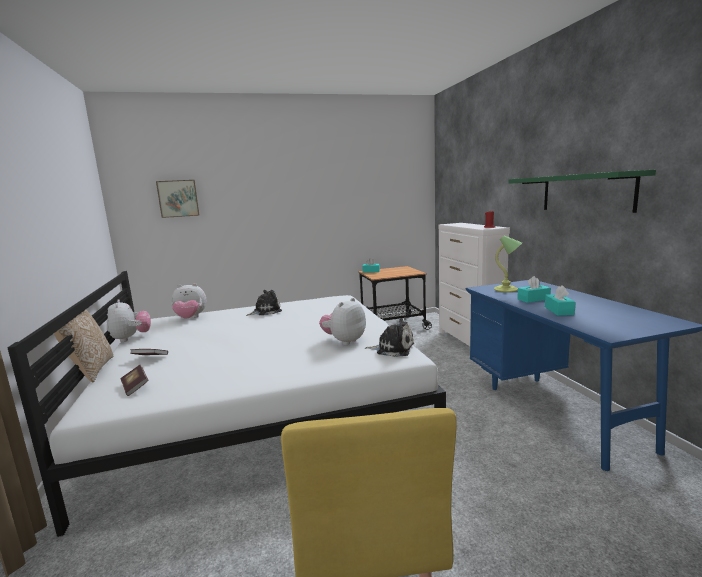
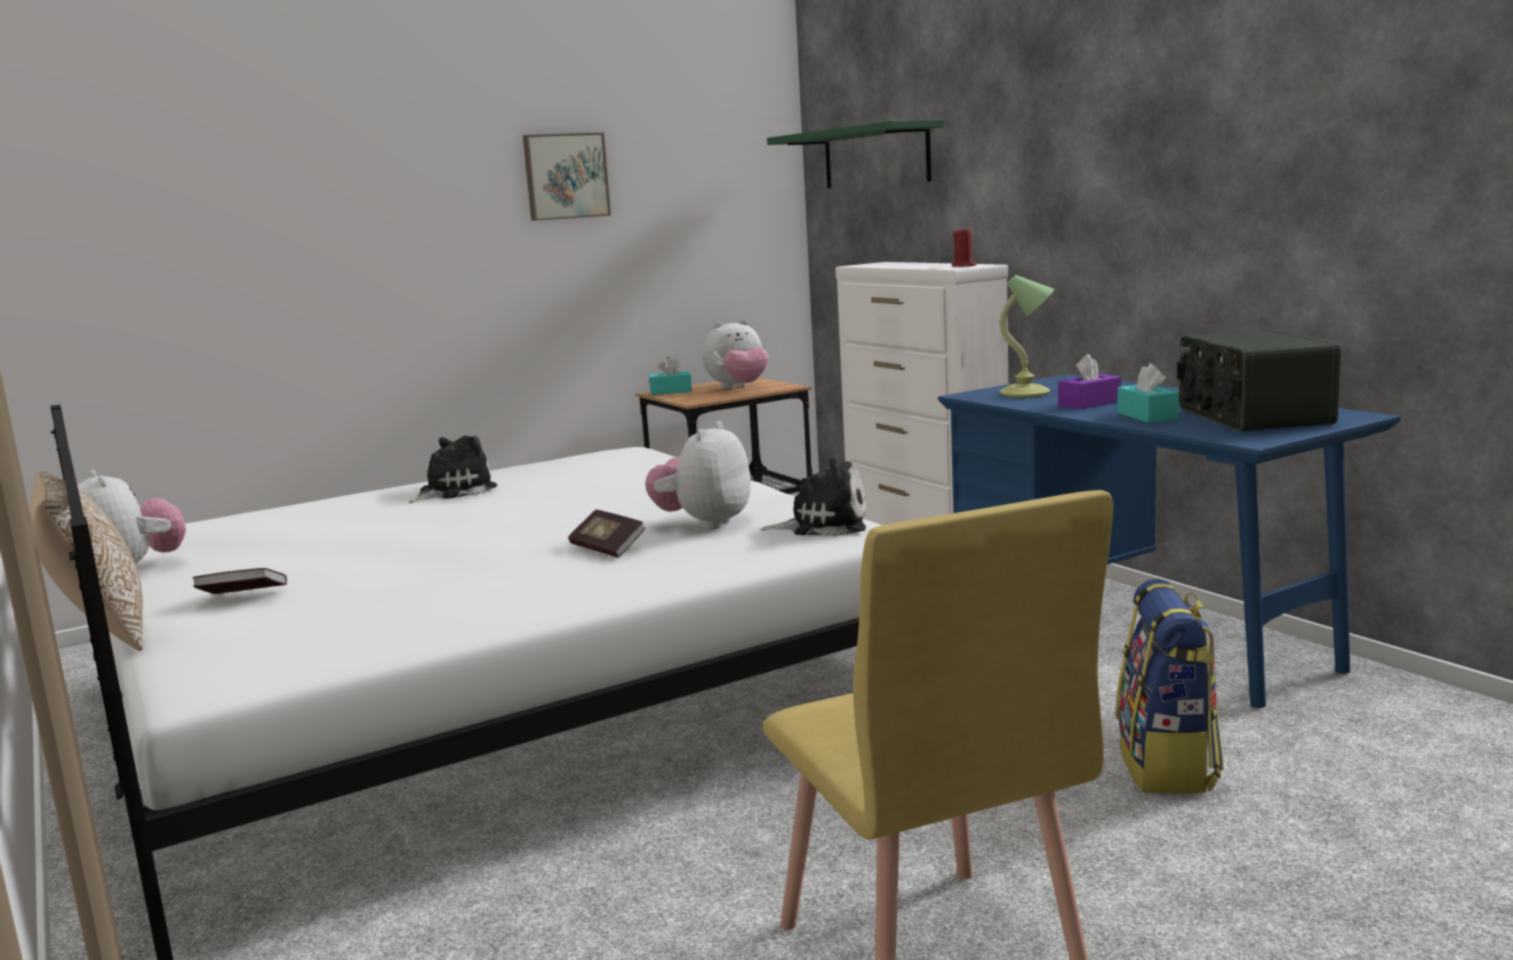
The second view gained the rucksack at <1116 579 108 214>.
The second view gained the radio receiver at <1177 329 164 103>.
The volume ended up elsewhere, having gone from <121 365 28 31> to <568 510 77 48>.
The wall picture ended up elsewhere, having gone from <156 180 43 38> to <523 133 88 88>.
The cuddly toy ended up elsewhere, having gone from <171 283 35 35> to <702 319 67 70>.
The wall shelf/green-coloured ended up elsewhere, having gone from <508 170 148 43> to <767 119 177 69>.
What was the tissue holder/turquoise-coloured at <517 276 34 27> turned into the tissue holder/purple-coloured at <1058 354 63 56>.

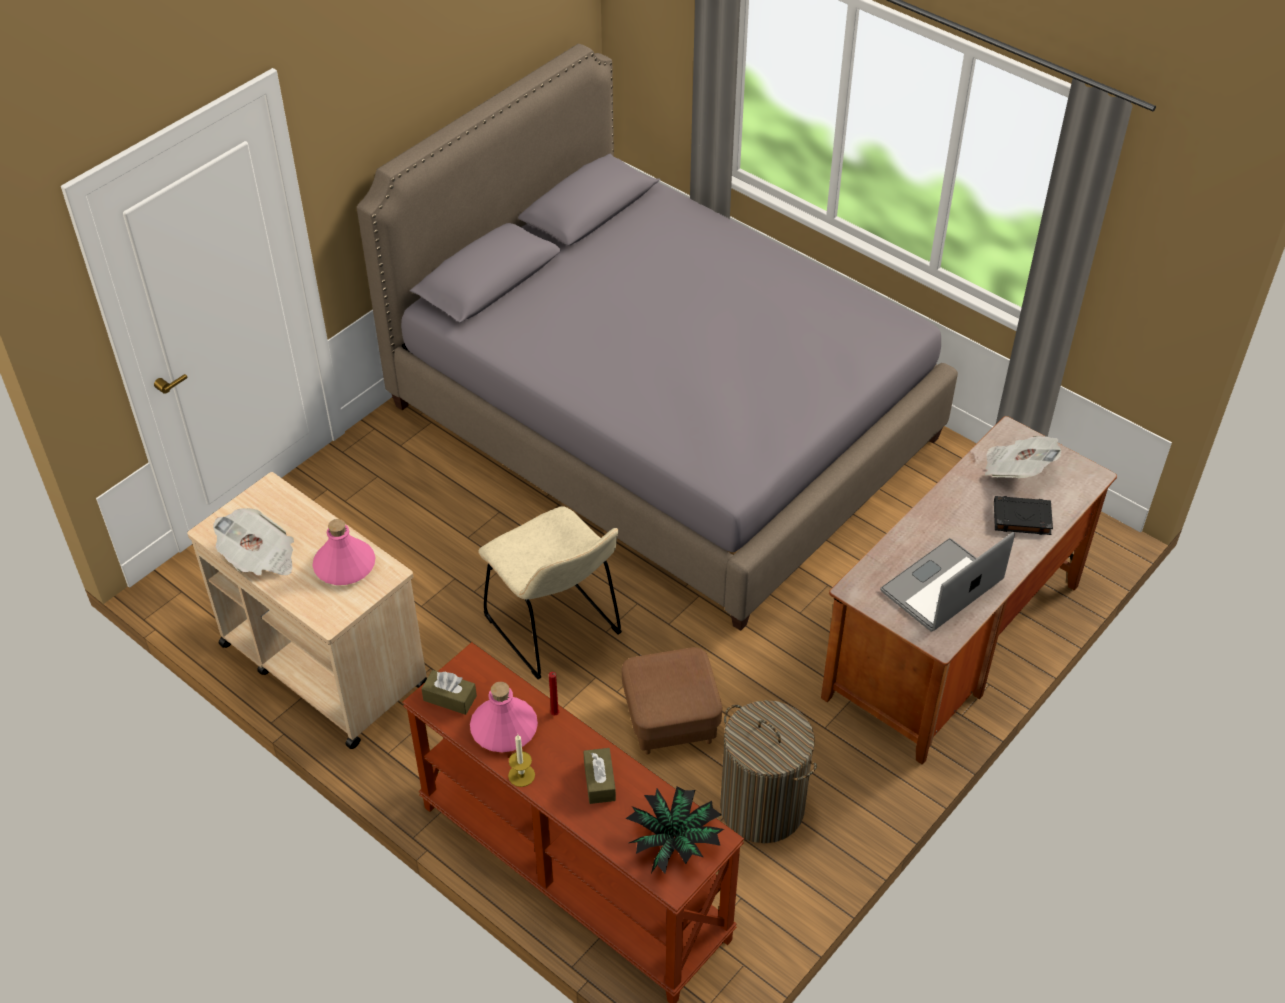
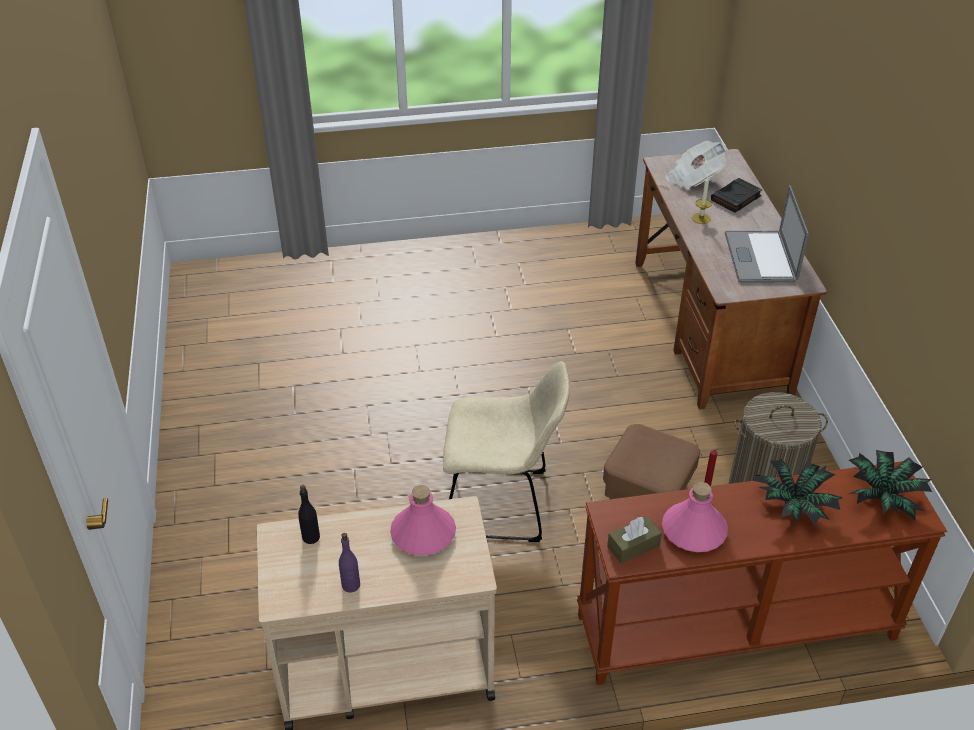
The second view lost the sleeping bed/greyish at <357 44 601 587>.
The second view gained the bottle/blackish at <298 485 22 59>.
The candle ended up elsewhere, having gone from <508 734 27 53> to <692 177 20 47>.
Where the printed paper stood at <213 508 81 68>, the bottle/purple-coloured came to stand at <339 533 21 59>.
Where the tissue holder/brown stood at <583 748 33 56>, the houseplant came to stand at <753 459 90 66>.

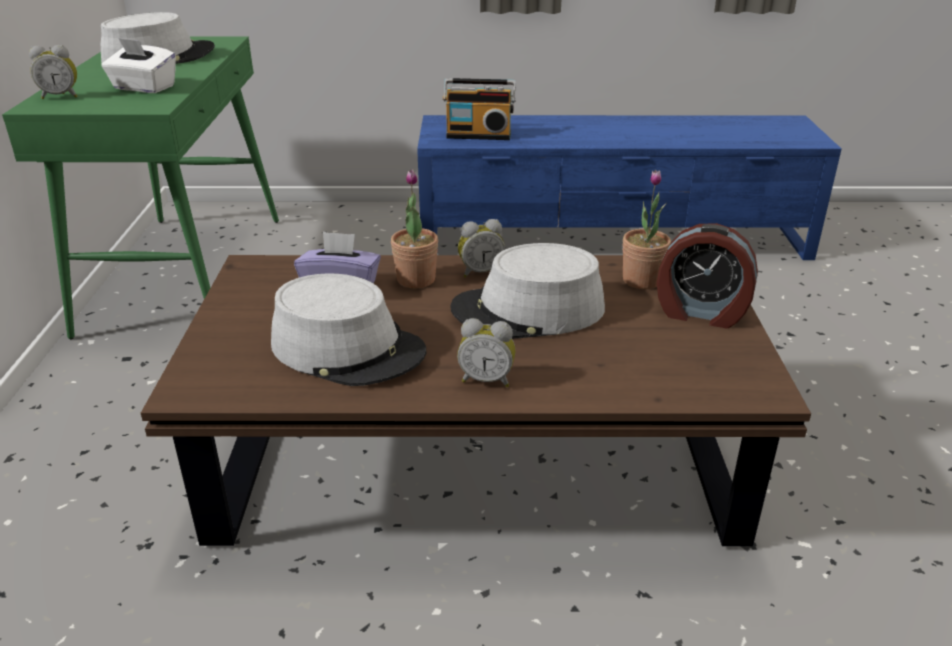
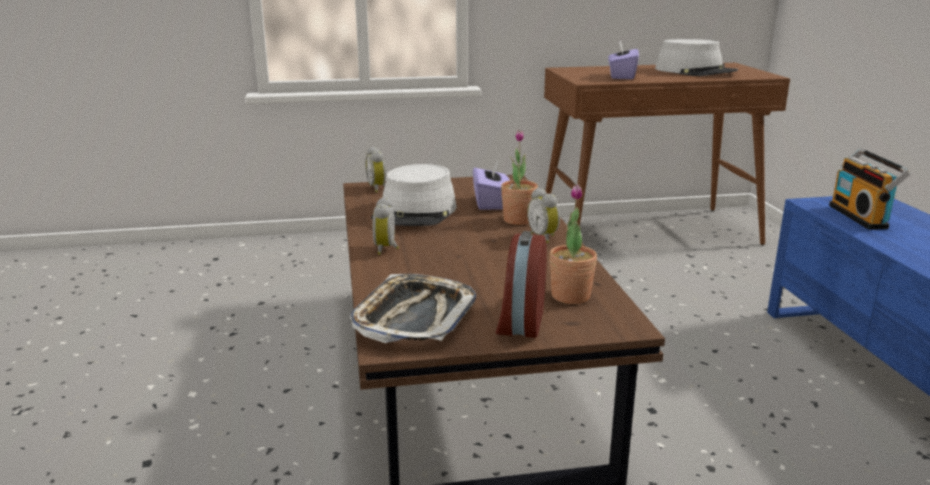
The second view lost the clothing hat/greyish at <450 243 155 96>.
The second view gained the carrying tray at <350 274 126 69>.
The bedside clock ended up elsewhere, having gone from <29 45 49 54> to <366 146 20 46>.
What was the hall table/green-coloured at <2 37 277 302> turned into the hall table/brown at <544 63 246 182>.
What was the tissue holder/whitish at <101 38 75 55> turned into the tissue holder/purple-coloured at <608 40 31 39>.

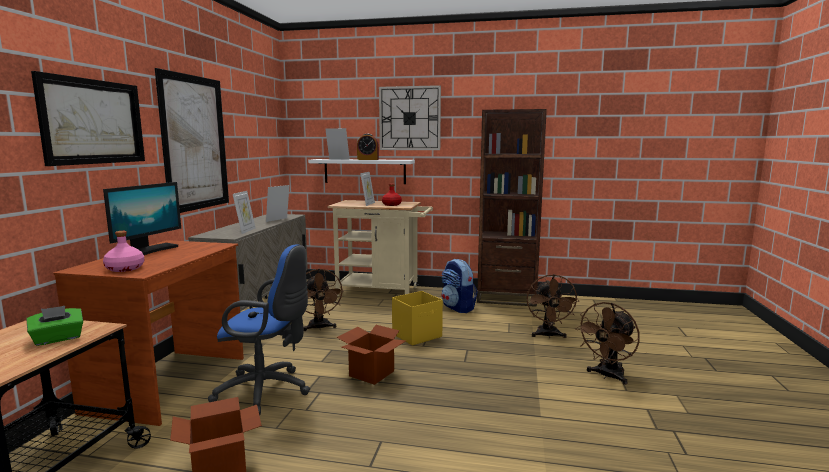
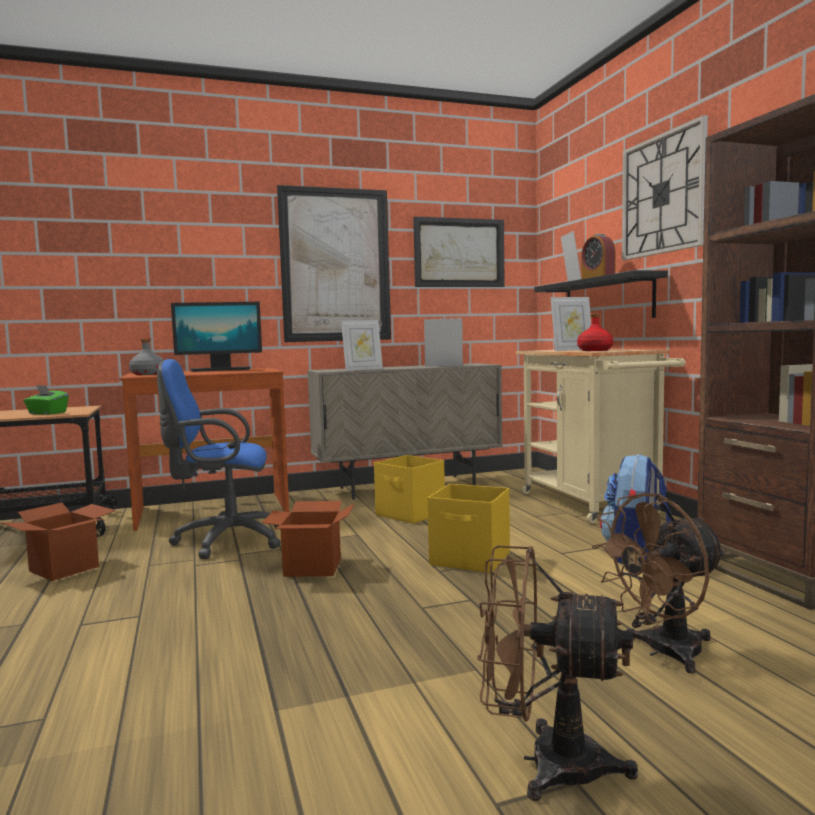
The wall picture ended up elsewhere, having gone from <31 71 114 95> to <413 217 92 70>.
Where the electric fan/brown stood at <303 269 41 62>, the storage bin/yellow came to stand at <374 455 71 69>.
What was the bottle/pinkish at <103 231 42 41> turned into the bottle/greyish at <129 338 35 37>.
What was the wall shelf/whitish at <308 159 107 25> turned into the wall shelf/blackish at <534 270 134 48>.
The office chair/bluish at <208 244 102 171> ended up facing another way, 105 degrees clockwise from before.

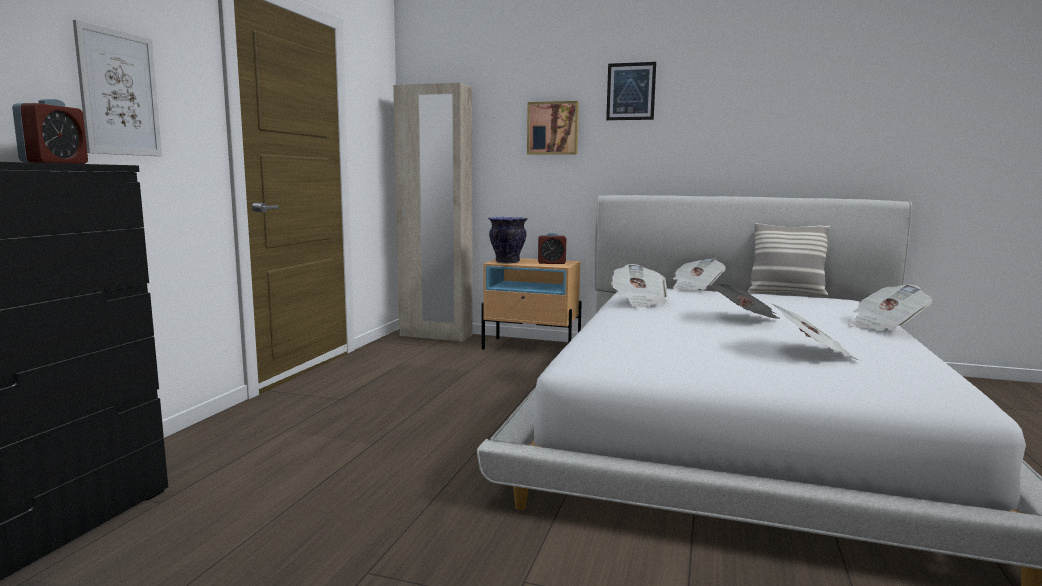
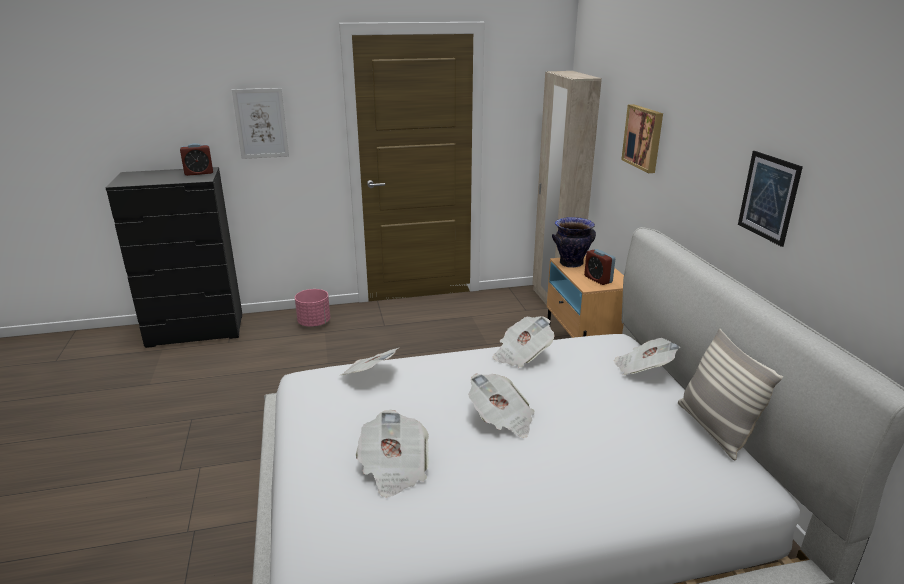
The second view gained the plant pot/pinkish at <295 289 35 38>.
The wall picture ended up elsewhere, having gone from <606 62 50 58> to <738 151 65 96>.
The printed paper ended up elsewhere, having gone from <849 284 83 46> to <341 348 58 27>.

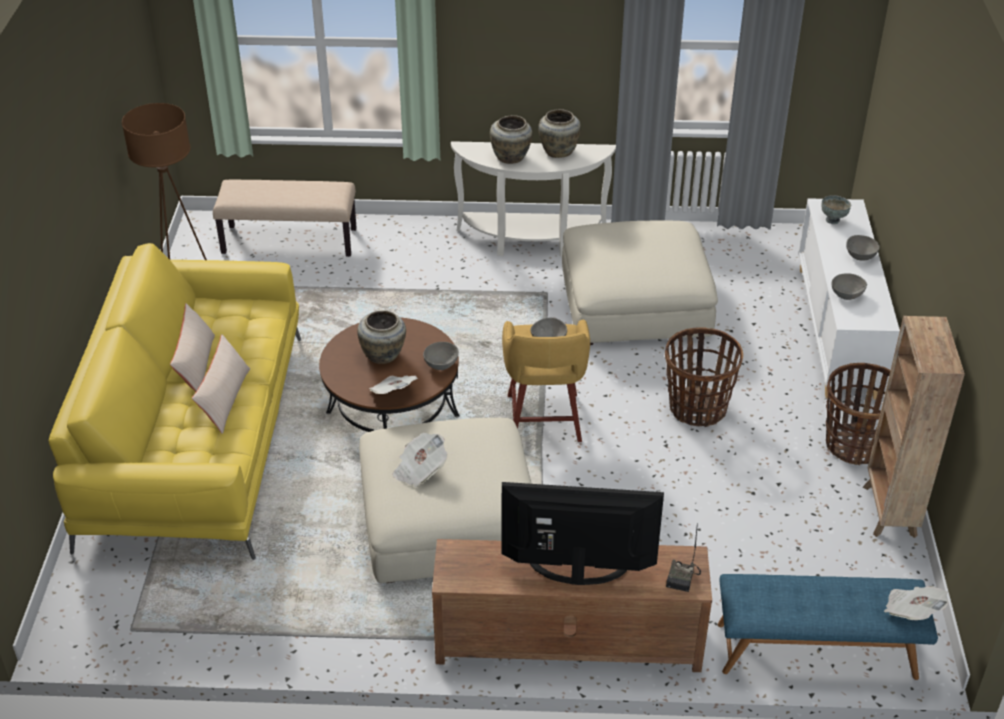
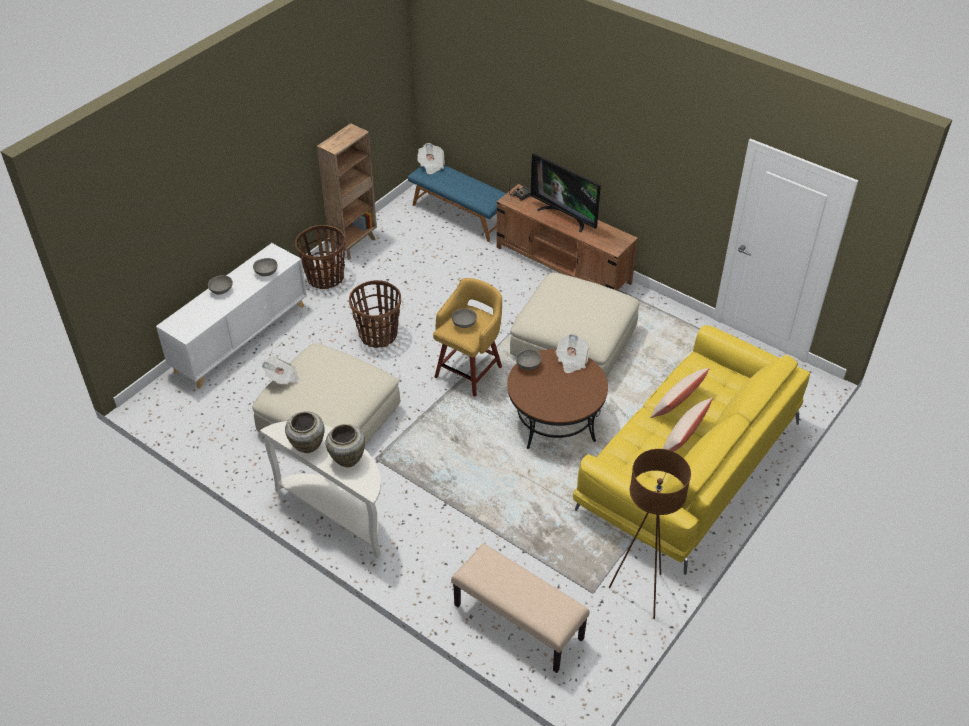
The second view lost the decorative vase/beige-coloured at <357 311 49 53>.
The second view lost the bowl/greyish at <821 195 30 29>.
The printed paper ended up elsewhere, having gone from <392 433 55 54> to <261 357 39 28>.

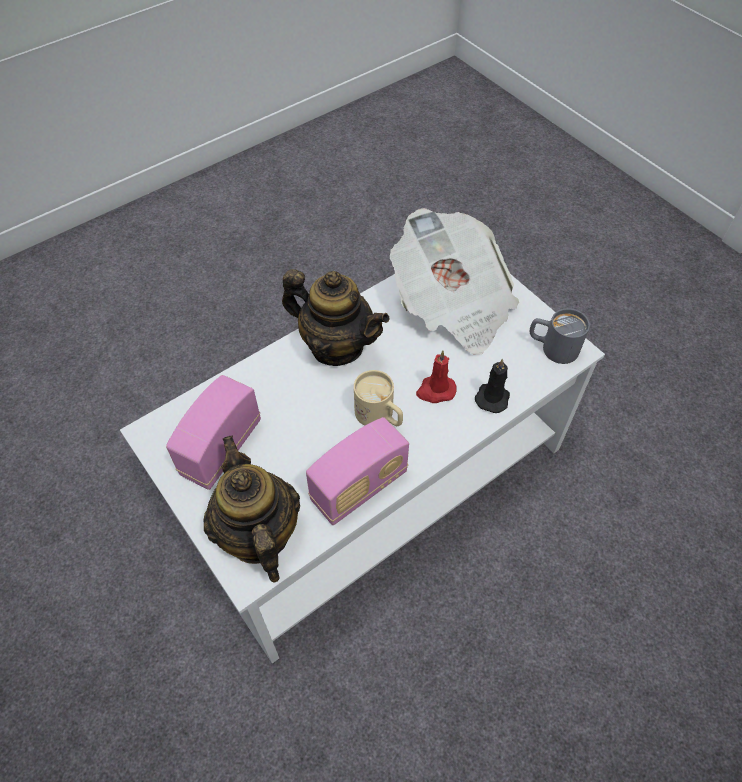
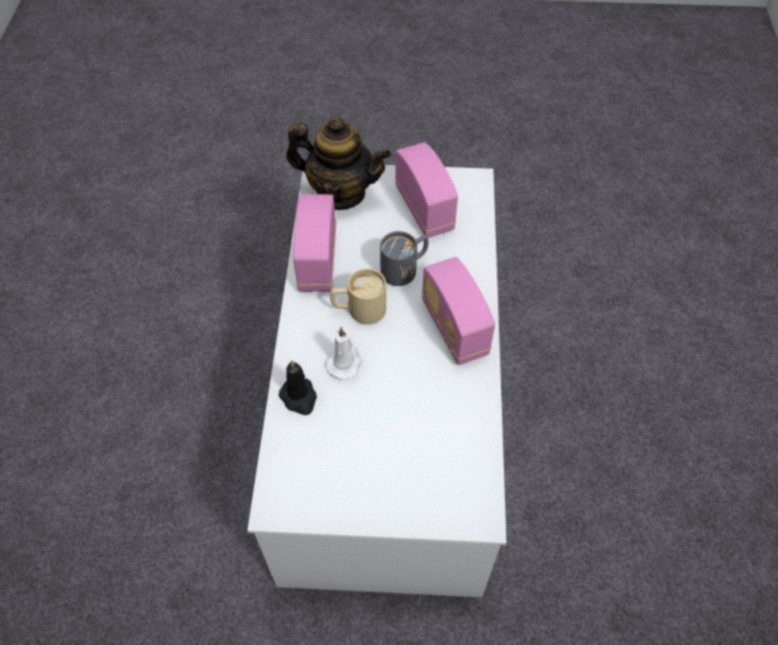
The second view lost the printed paper at <390 208 129 147>.
The mug/greyish ended up elsewhere, having gone from <530 308 60 56> to <380 231 49 55>.
Where the teapot stood at <282 269 107 97>, the radio receiver came to stand at <422 257 73 108>.
What was the candle/red at <416 350 41 53> turned into the candle/whitish at <325 327 37 53>.

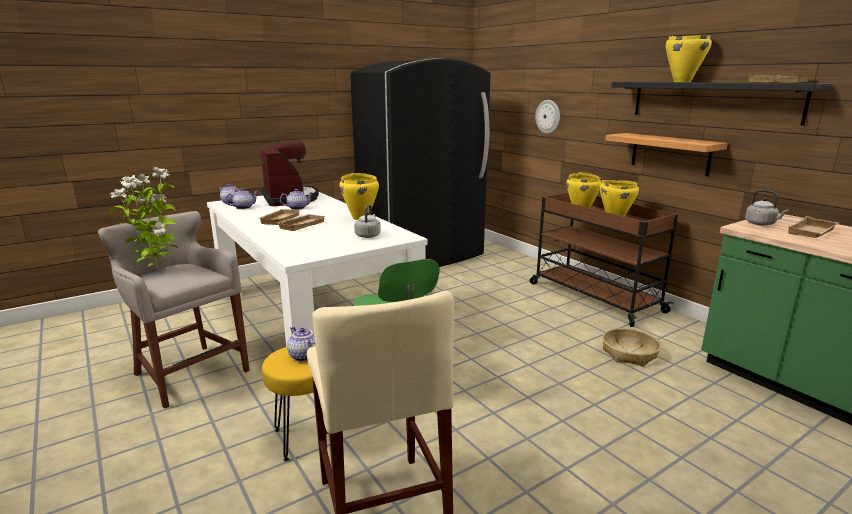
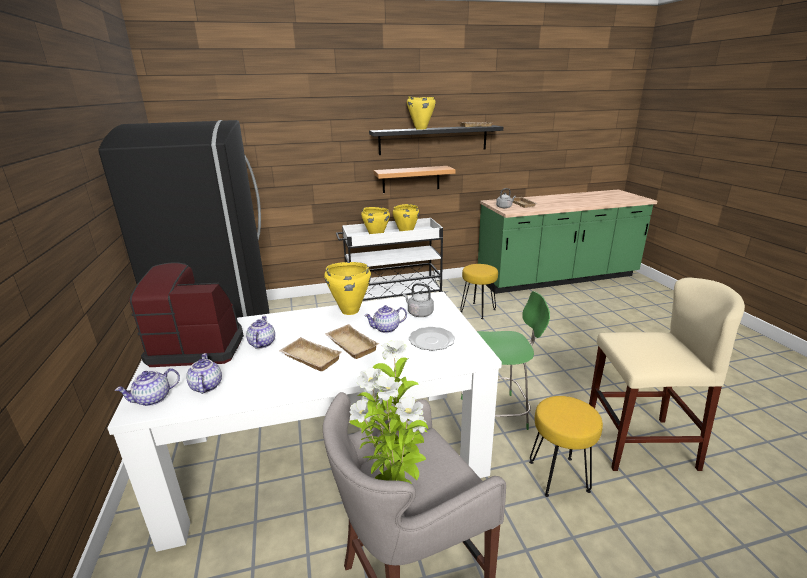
The second view lost the clock on the wall at <535 100 25 34>.
The second view gained the plate at <409 327 46 24>.
The teapot ended up elsewhere, having gone from <287 326 28 36> to <364 305 43 28>.
Where the basket stood at <603 328 58 39>, the stool/yellow came to stand at <460 264 38 55>.
What was the cart/brown at <530 192 148 135> turned into the cart/whitish at <336 218 112 83>.

